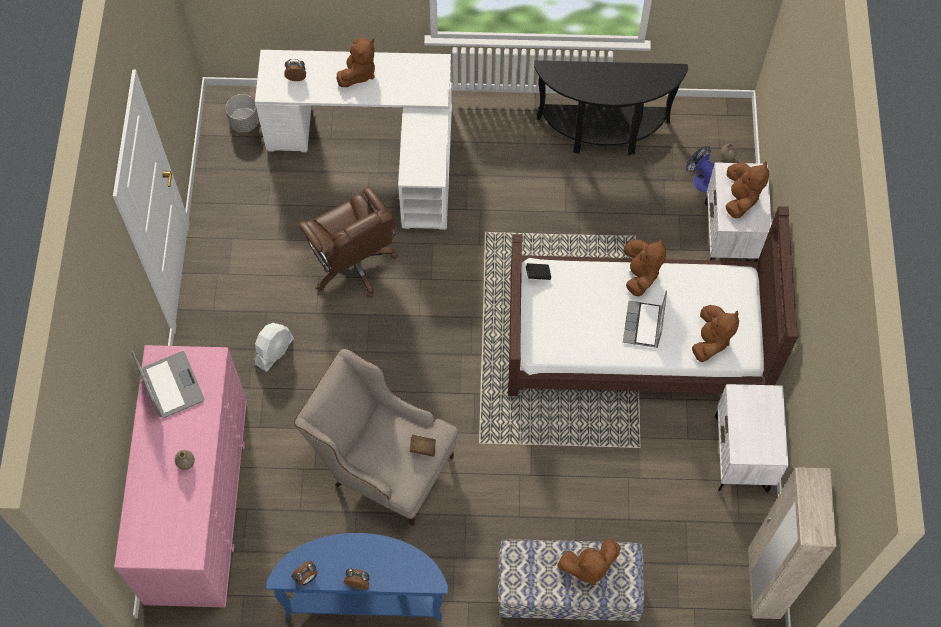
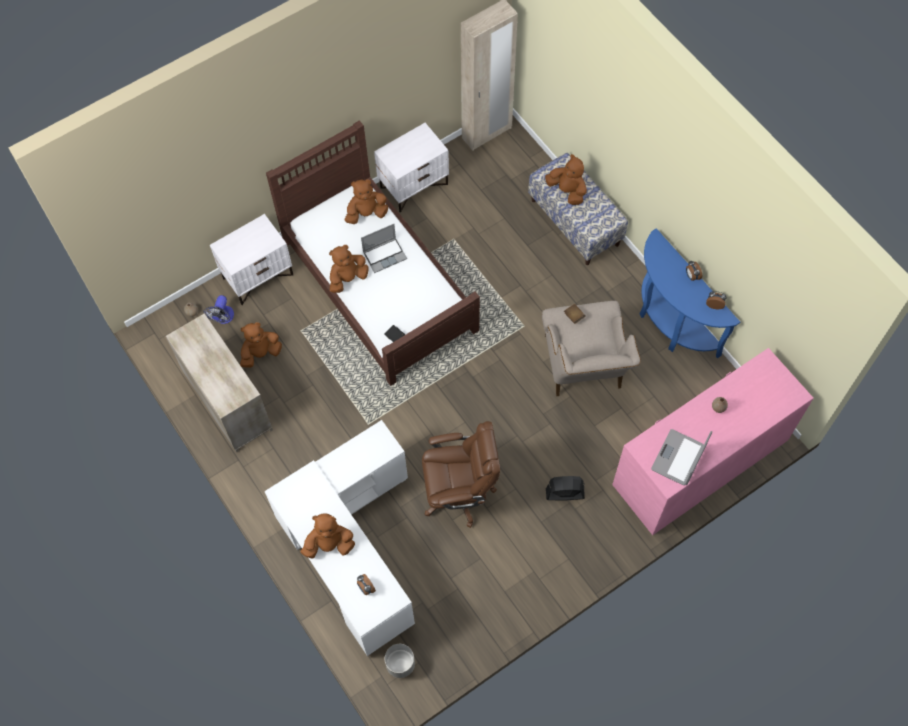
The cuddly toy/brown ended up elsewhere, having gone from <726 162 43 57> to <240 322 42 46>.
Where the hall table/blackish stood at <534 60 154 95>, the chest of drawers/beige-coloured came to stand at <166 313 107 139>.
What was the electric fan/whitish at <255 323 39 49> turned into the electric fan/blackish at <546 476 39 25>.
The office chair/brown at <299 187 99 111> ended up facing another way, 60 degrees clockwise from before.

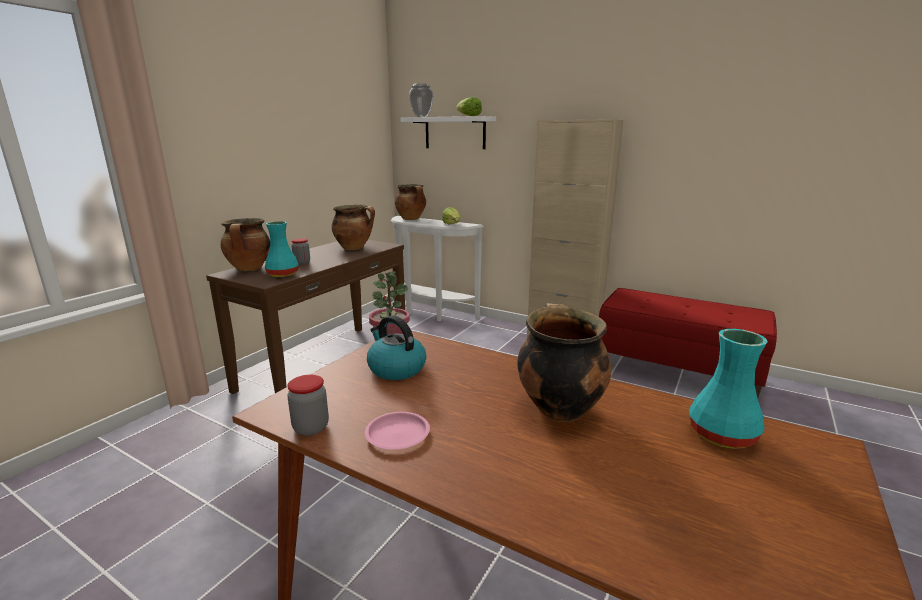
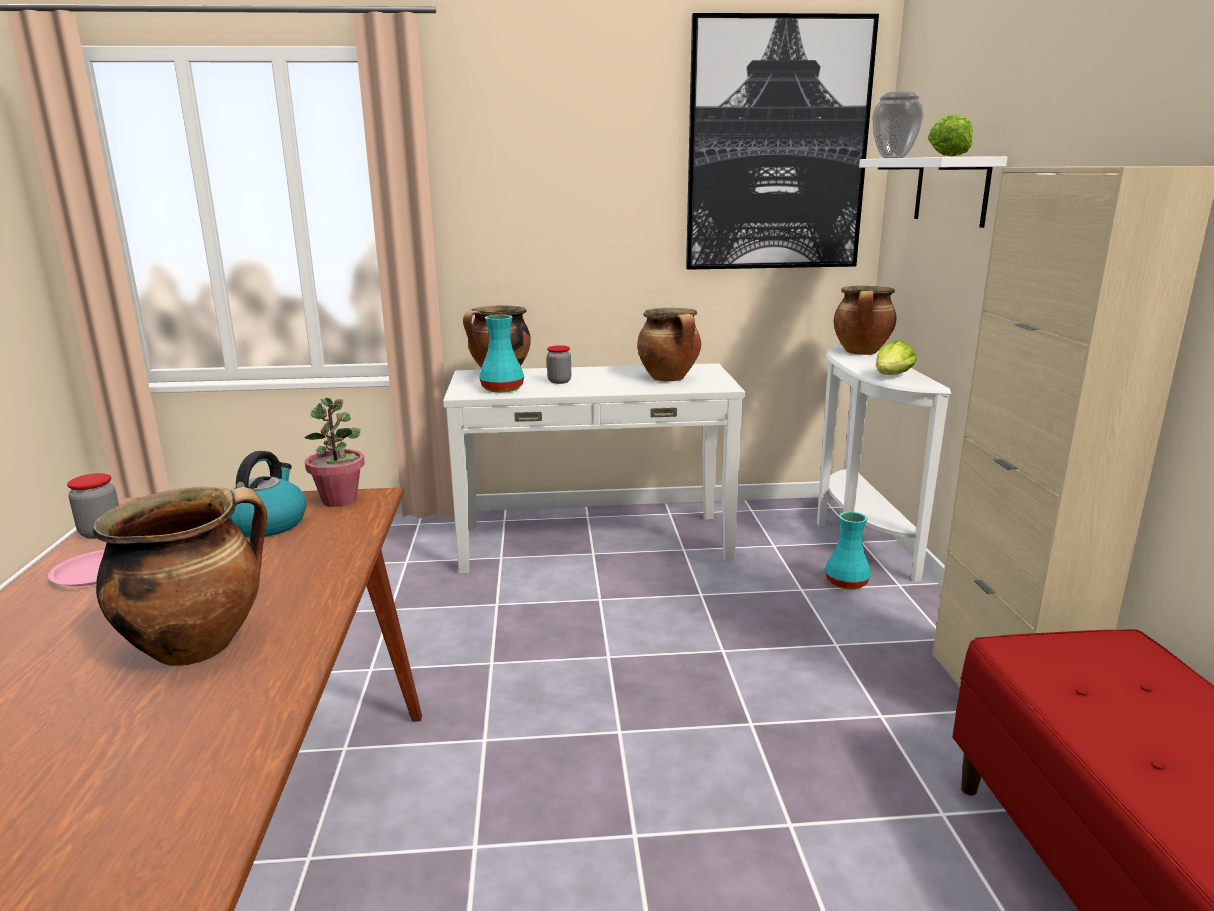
The second view gained the wall picture at <686 13 193 257>.
The decorative vase/turquoise-coloured ended up elsewhere, having gone from <689 329 79 120> to <825 512 46 78>.
What was the hall table/brown at <206 240 199 154> turned into the hall table/whitish at <443 363 302 211>.

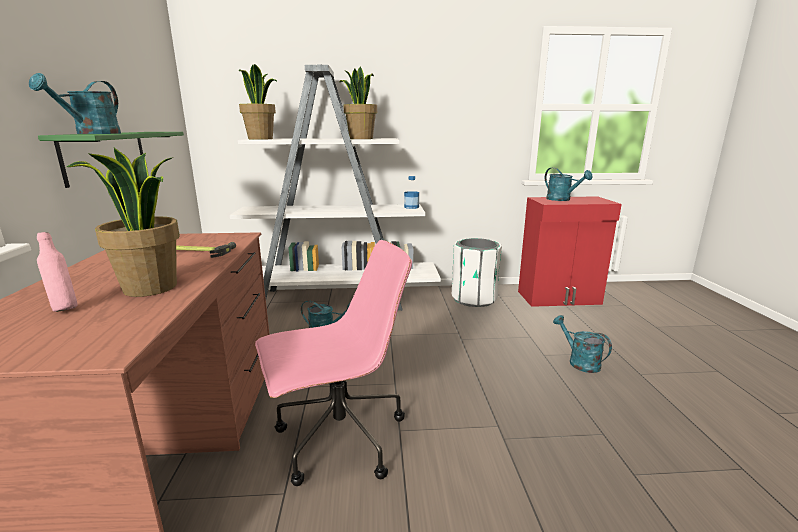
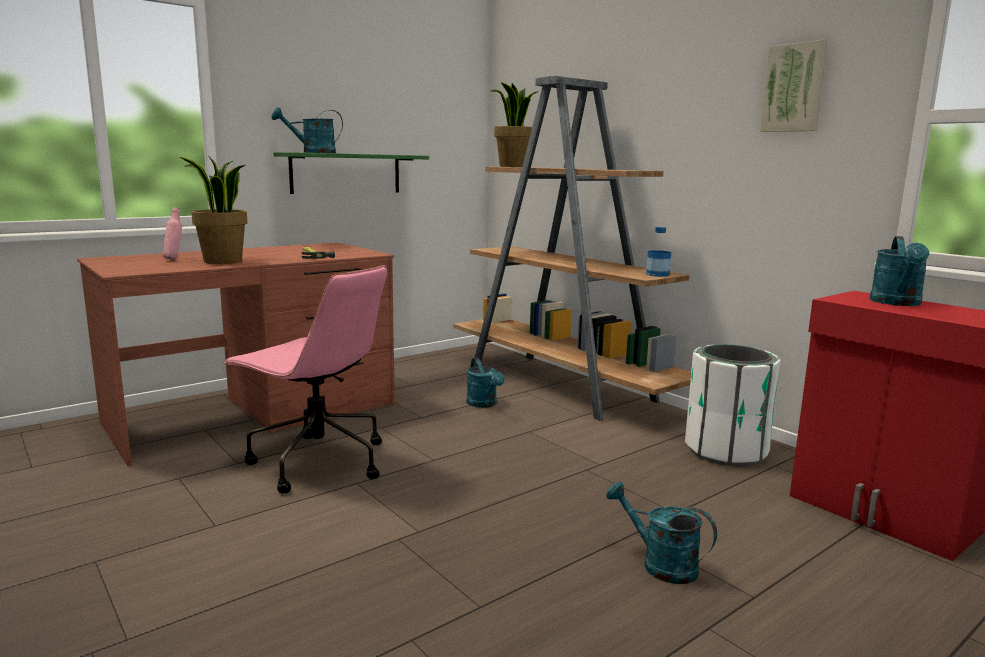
The second view lost the houseplant at <339 67 38 72>.
The second view gained the wall picture at <760 40 68 92>.
What was the bookshelf/whitish at <230 65 211 246> turned into the bookshelf/brown at <453 76 238 345>.
The watering pot/turquoise-coloured at <553 315 59 58> ended up facing another way, 75 degrees counterclockwise from before.

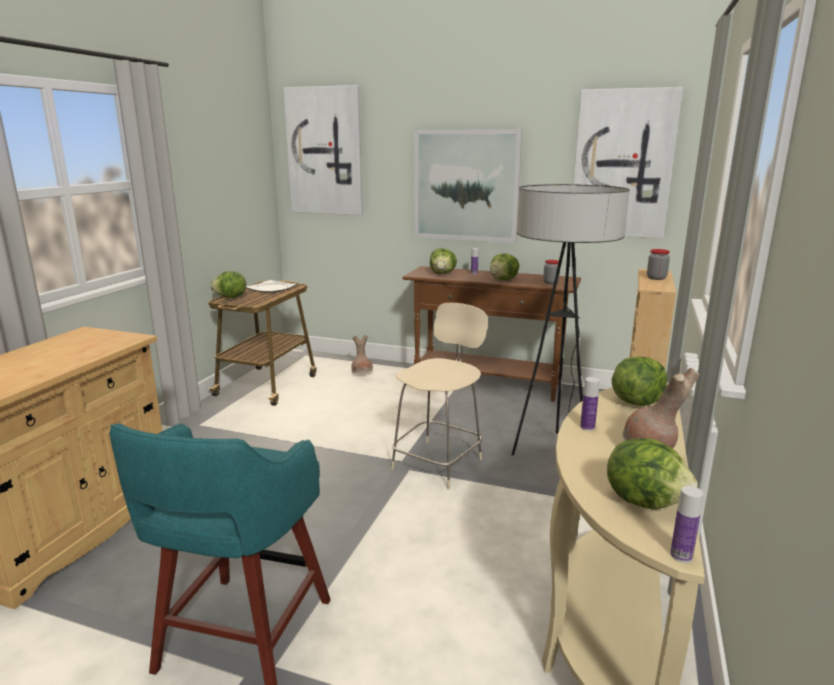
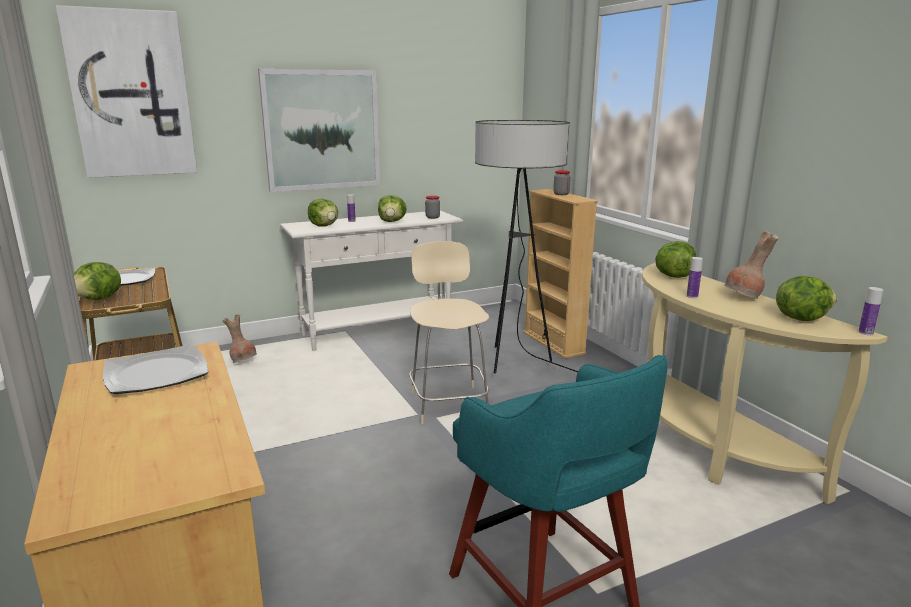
The second view lost the wall picture at <573 87 110 151>.
The second view gained the plate at <103 344 105 50>.
What was the hall table/brown at <402 266 179 136> turned into the hall table/whitish at <280 211 183 140>.

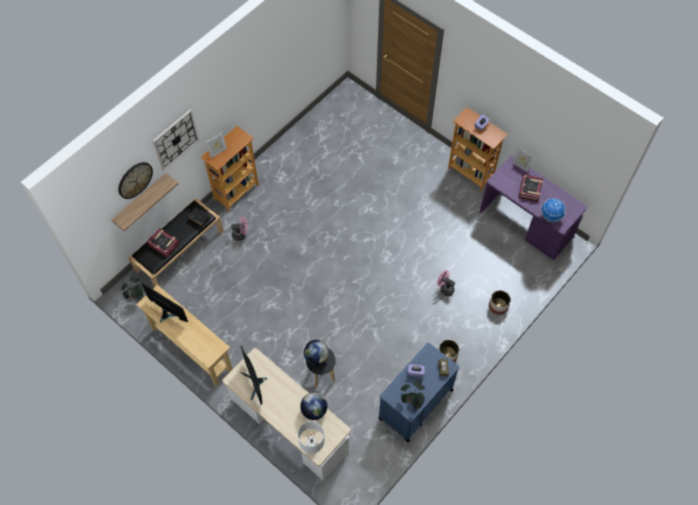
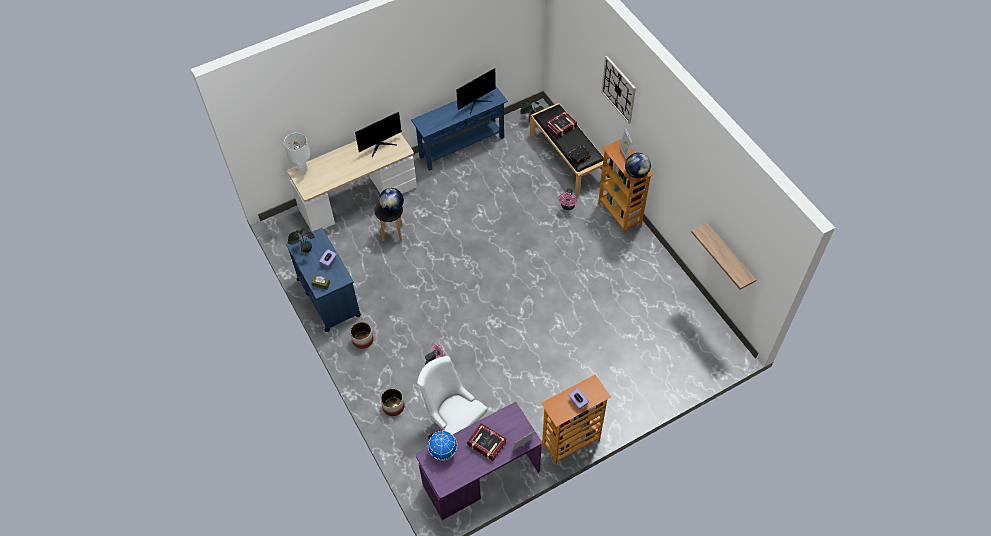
The second view lost the clock on the wall at <118 162 35 37>.
The second view gained the office chair/whitish at <417 356 70 83>.
The wall shelf ended up elsewhere, having gone from <111 173 68 58> to <691 223 65 67>.
The globe ended up elsewhere, having gone from <300 393 28 27> to <625 153 26 25>.
What was the hall table/beige-coloured at <136 285 97 101> turned into the hall table/bluish at <411 87 97 84>.
The computer display at <241 345 26 60> ended up facing another way, 150 degrees clockwise from before.

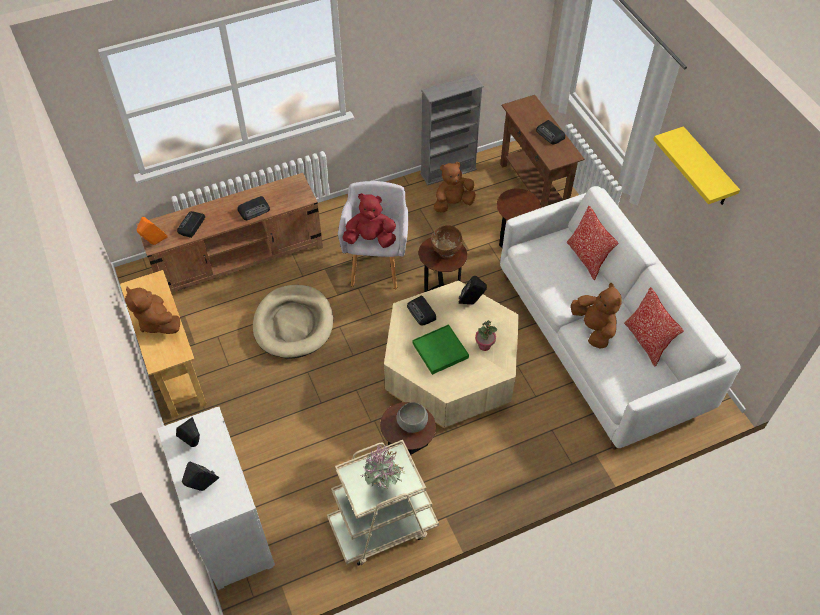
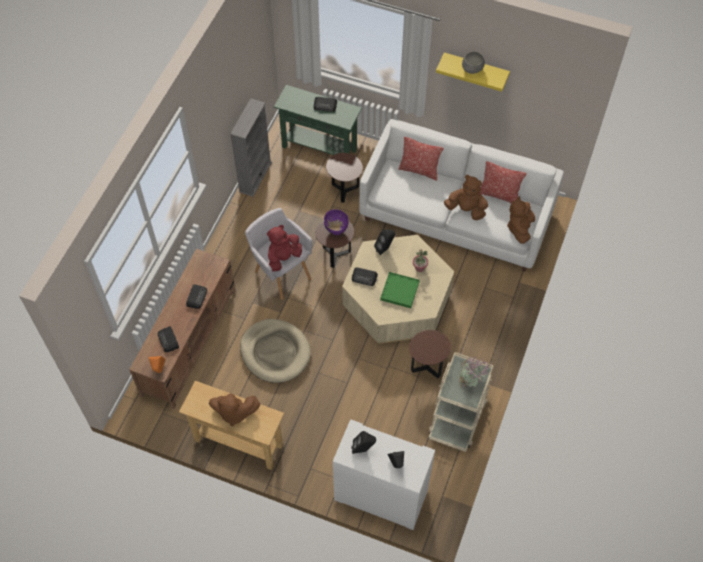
The bowl/greyish ended up elsewhere, having gone from <396 403 32 30> to <462 52 23 22>.
The cuddly toy/brown ended up elsewhere, having gone from <434 162 42 50> to <507 196 28 48>.
What was the bowl/brown at <431 225 31 34> turned into the bowl/purple-coloured at <324 209 25 26>.
What was the hall table/brown at <500 95 84 113> turned into the hall table/green-coloured at <274 85 88 70>.

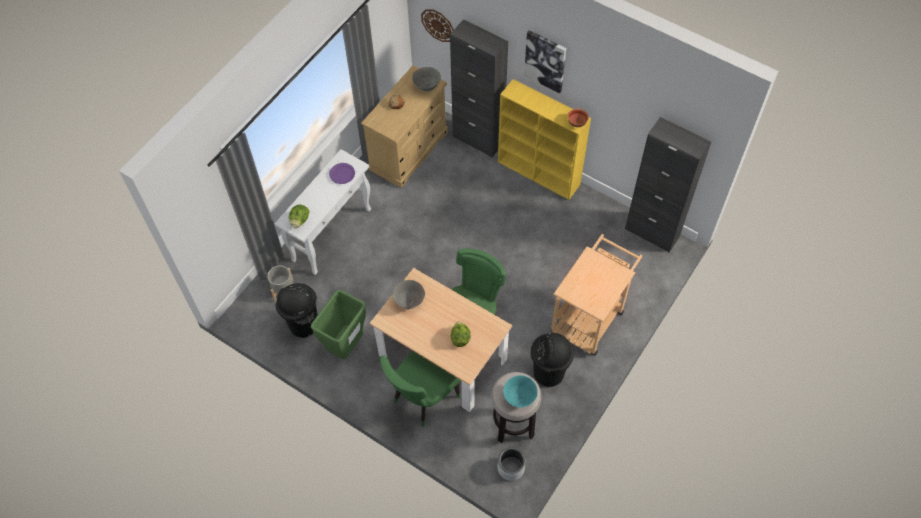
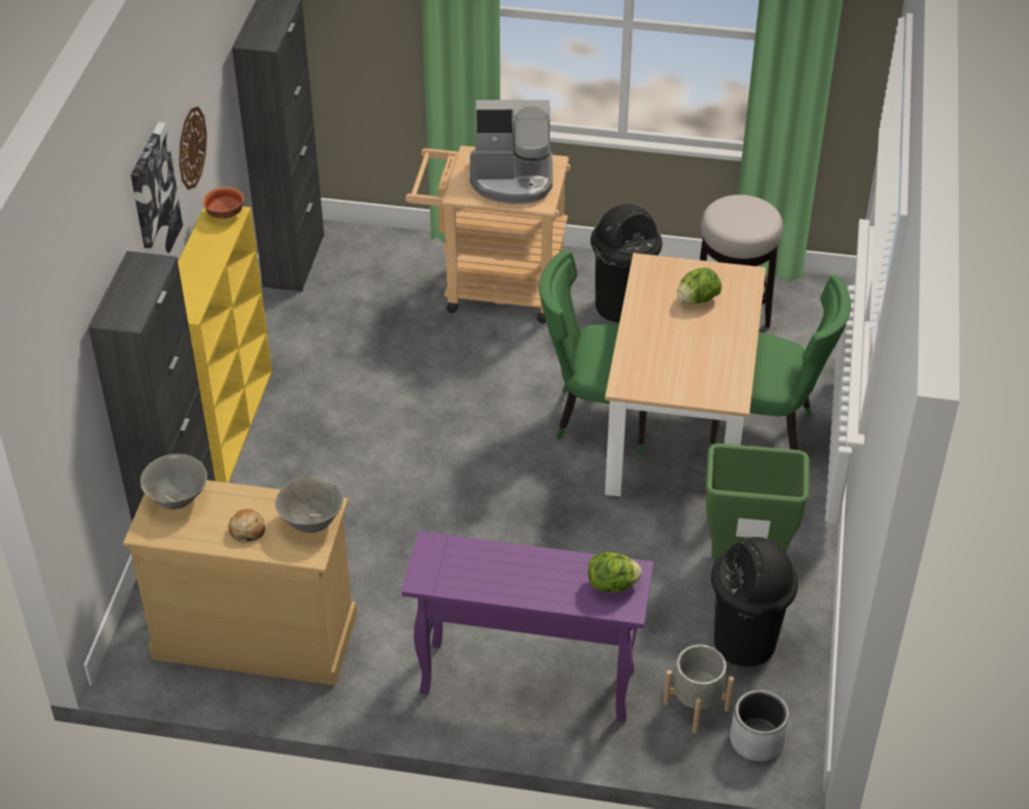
The second view lost the plate/purple-coloured at <329 163 26 21>.
The second view lost the bowl/turquoise-coloured at <503 375 35 32>.
The second view gained the coffee machine at <470 100 83 104>.
The bowl/greyish ended up elsewhere, having gone from <393 280 32 29> to <275 477 68 56>.
The clock on the wall ended up elsewhere, having gone from <421 9 33 33> to <179 107 28 83>.
The plant pot/greyish ended up elsewhere, having gone from <498 447 28 34> to <730 689 59 72>.
What was the hall table/whitish at <274 149 97 126> turned into the hall table/purple-coloured at <401 531 253 191>.

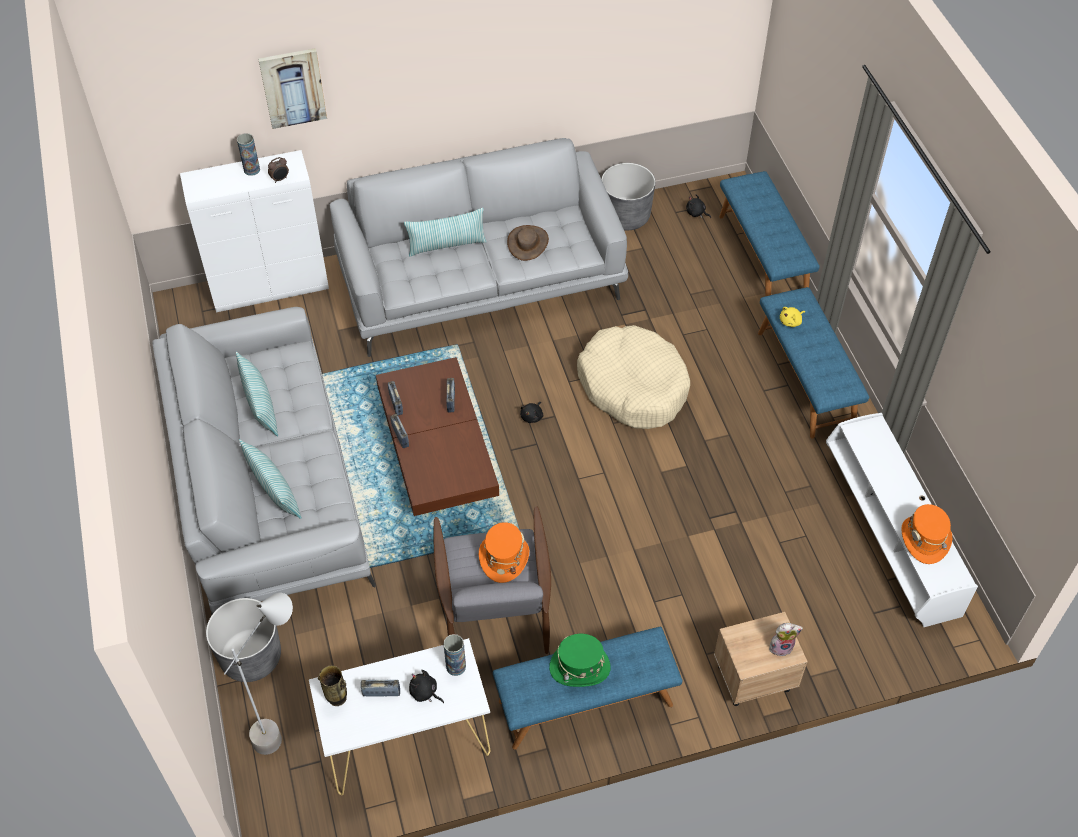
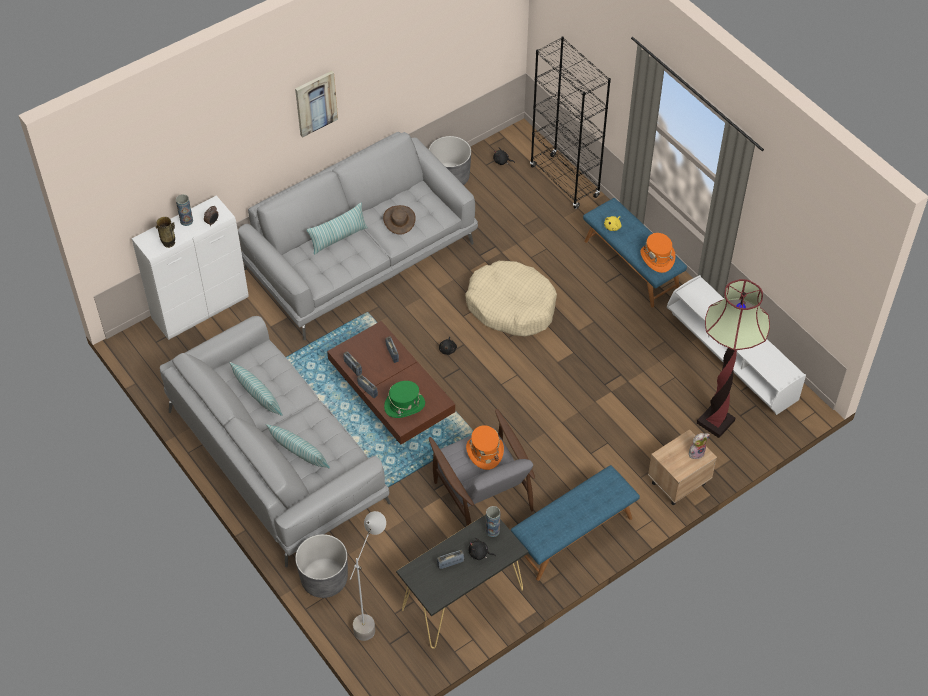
The second view gained the standing lamp at <697 279 73 159>.
The wall picture ended up elsewhere, having gone from <258 48 69 81> to <295 71 43 67>.
The decorative vase ended up elsewhere, having gone from <318 666 29 40> to <156 217 19 31>.
The clothing hat/green-coloured ended up elsewhere, having gone from <549 634 62 53> to <384 381 41 37>.
The clothing hat/orange-coloured ended up elsewhere, having gone from <901 504 51 60> to <640 233 35 40>.
Where the long seat/bluish stood at <719 171 101 125>, the bookshelf/blackish came to stand at <530 36 81 173>.
What was the hall table/whitish at <309 638 181 157> turned into the hall table/blackish at <396 514 133 135>.

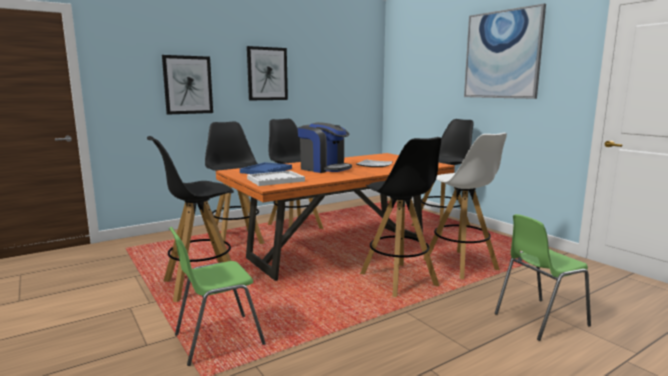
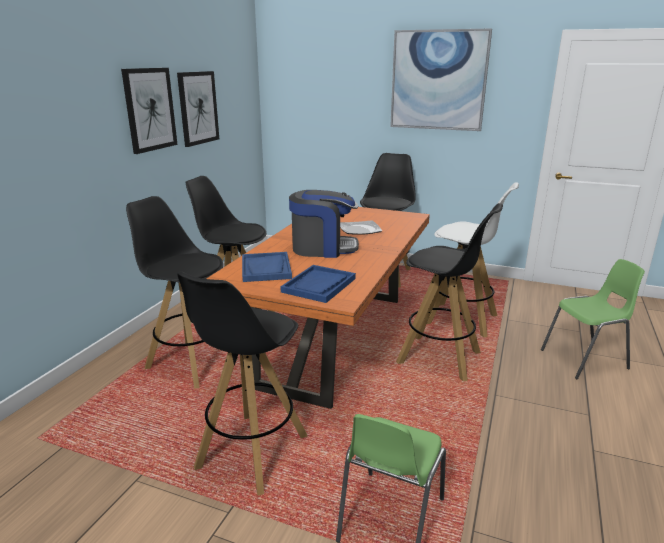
The wall picture ended up elsewhere, having gone from <162 55 51 60> to <177 71 42 76>.
What was the carrying tray/whitish at <247 171 58 15> turned into the carrying tray/bluish at <280 265 76 38>.
The upright chair/green-coloured at <495 214 96 127> ended up facing another way, 135 degrees counterclockwise from before.

